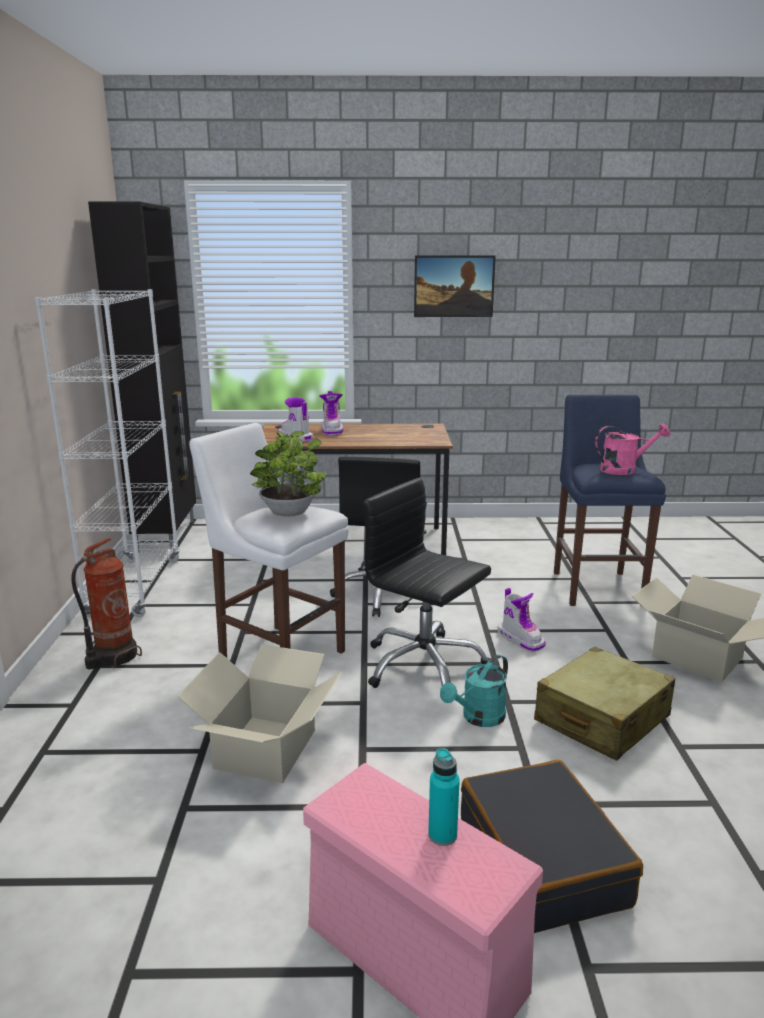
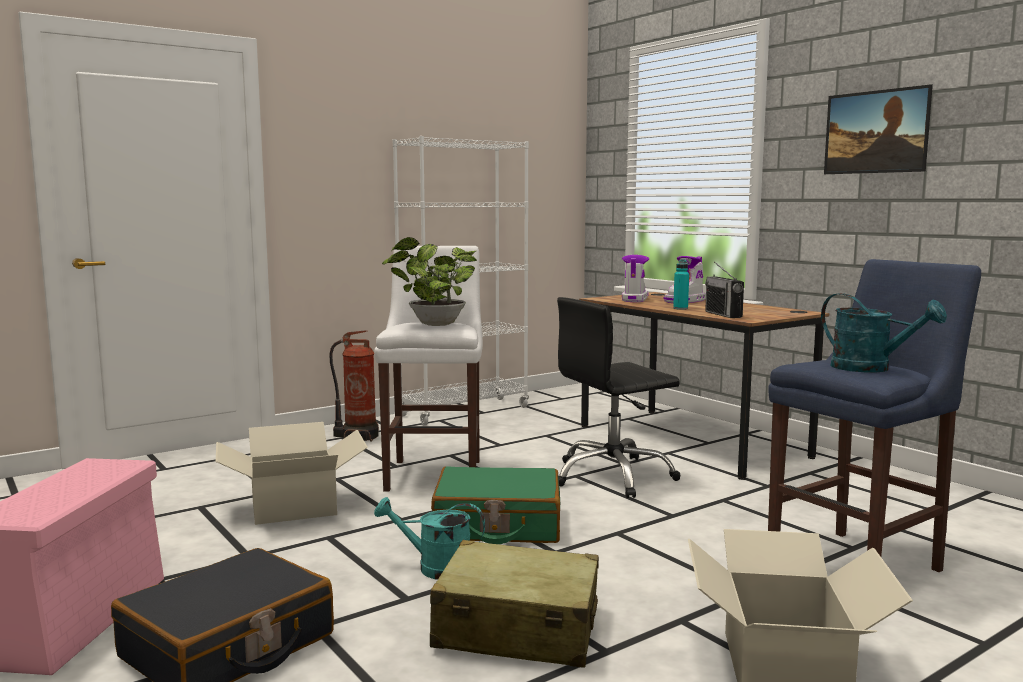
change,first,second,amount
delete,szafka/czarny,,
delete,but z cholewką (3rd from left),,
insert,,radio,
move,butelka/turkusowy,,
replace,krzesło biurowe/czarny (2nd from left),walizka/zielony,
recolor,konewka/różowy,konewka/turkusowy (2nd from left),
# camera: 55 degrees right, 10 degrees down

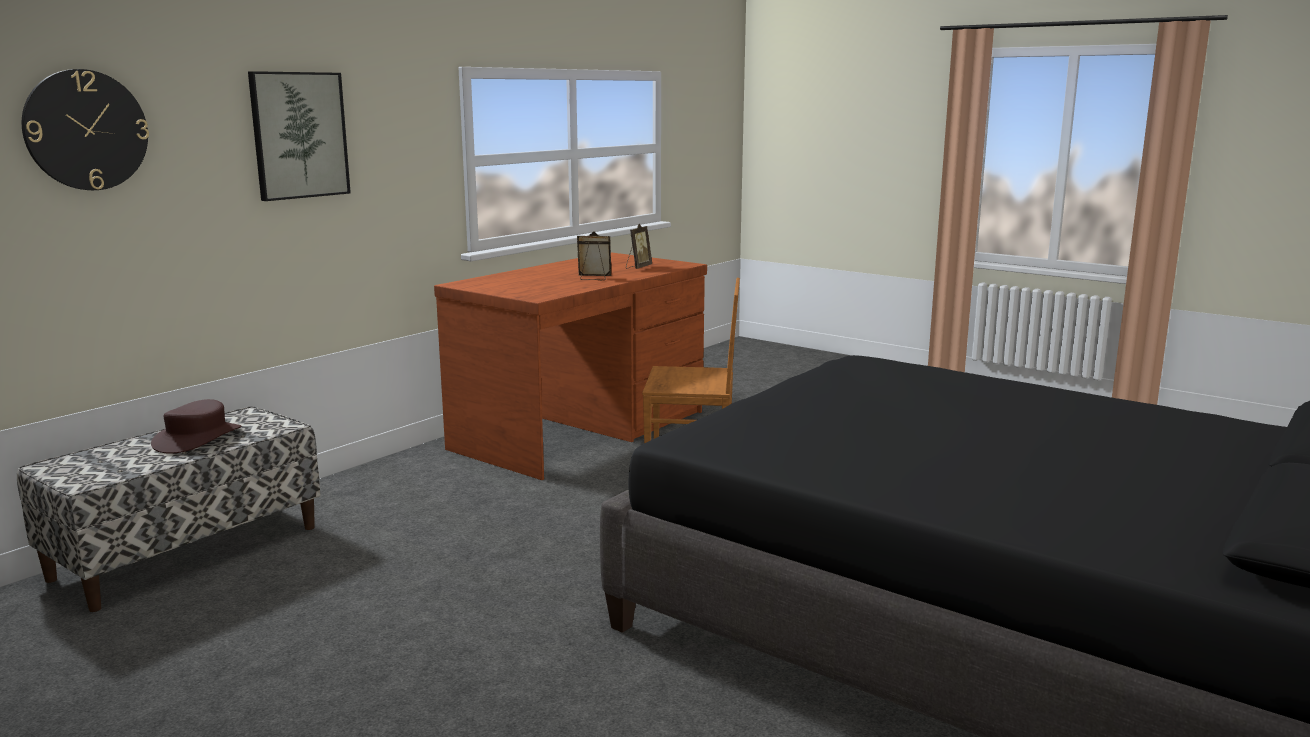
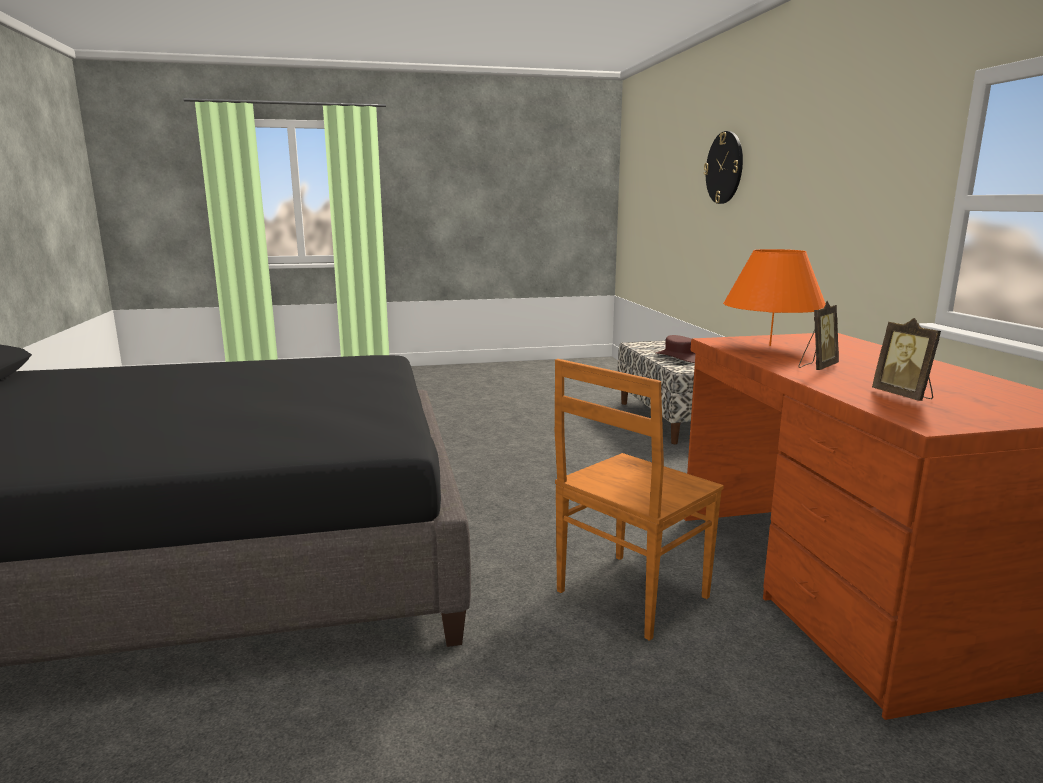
change,first,second,amount
delete,obraz,,
insert,,lampa stołowa/pomarańczowy,
# camera: 130 degrees right, 0 degrees up

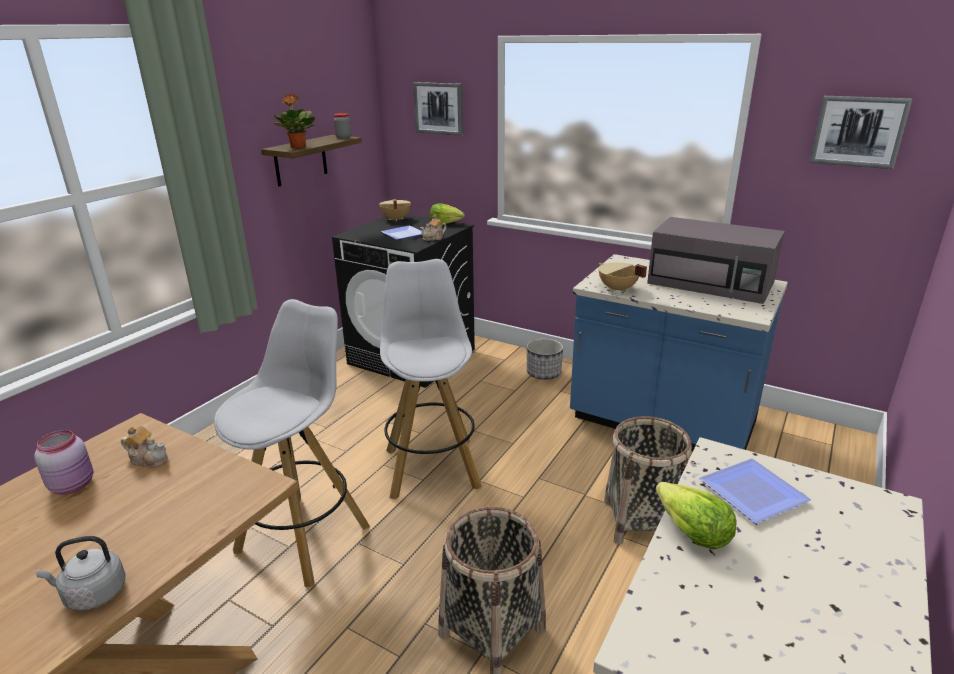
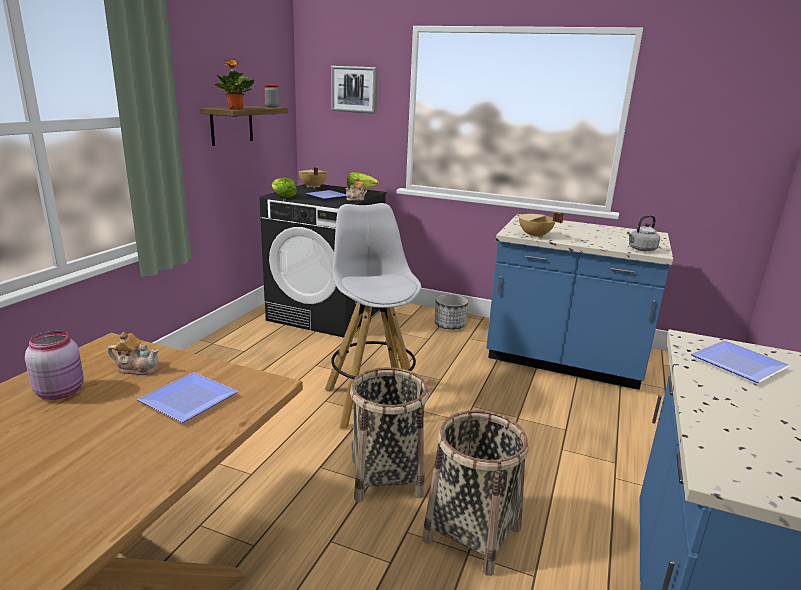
change,first,second,amount
delete,stołek/biały (1st from left),,
delete,mikrofalówka/szary,,
delete,obraz (2nd from left),,
insert,,talerz (1st from left),
move,czajnik/szary,,
move,koszyk (2nd from left in the first image),koszyk (1st from left),
move,sałata (2nd from left in the first image),sałata (1st from left),
# camera: 10 degrees left, 5 degrees down

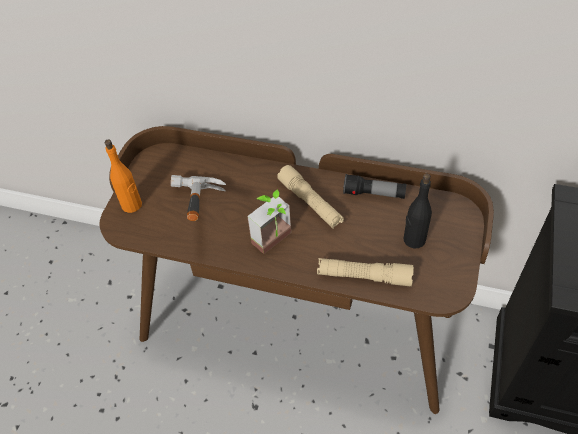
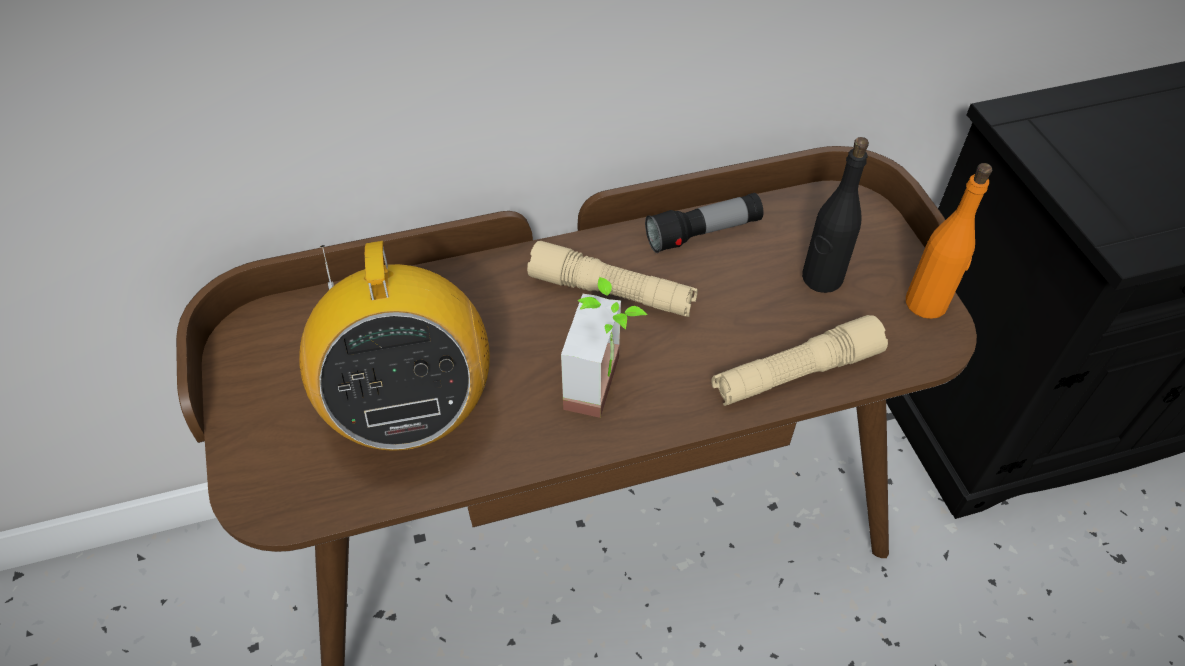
change,first,second,amount
move,butelka/pomarańczowy,,
replace,młotek,radio,
# camera: 35 degrees left, 0 degrees up

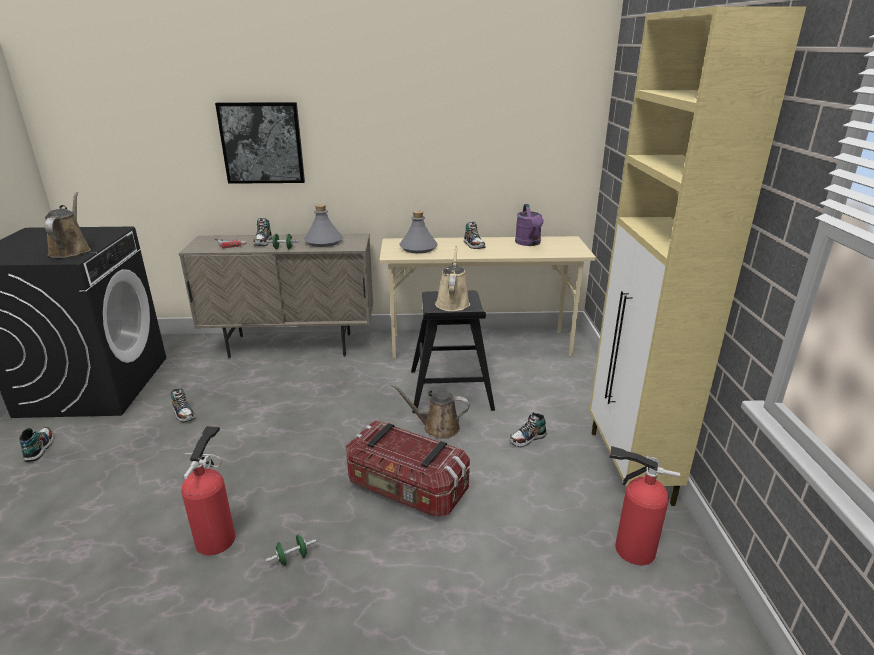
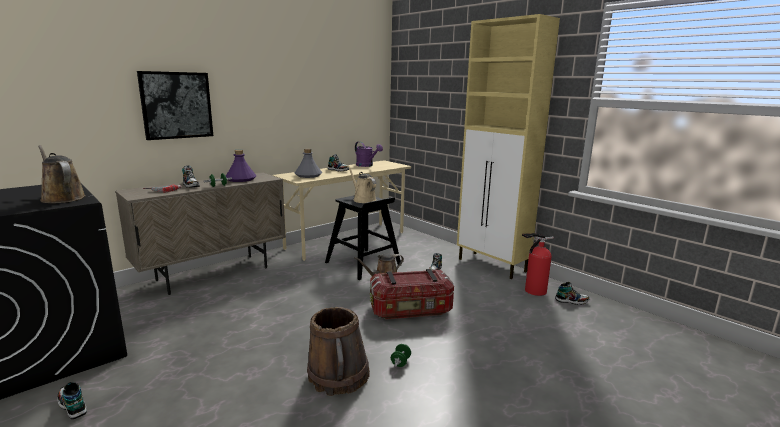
change,first,second,amount
move,but (2nd from left in the first image),but (5th from left),
replace,gaśnica (1st from left),wiadro/brązowy,
recolor,butelka/szary (1st from left),butelka/fioletowy,
# camera: 40 degrees left, 10 degrees down

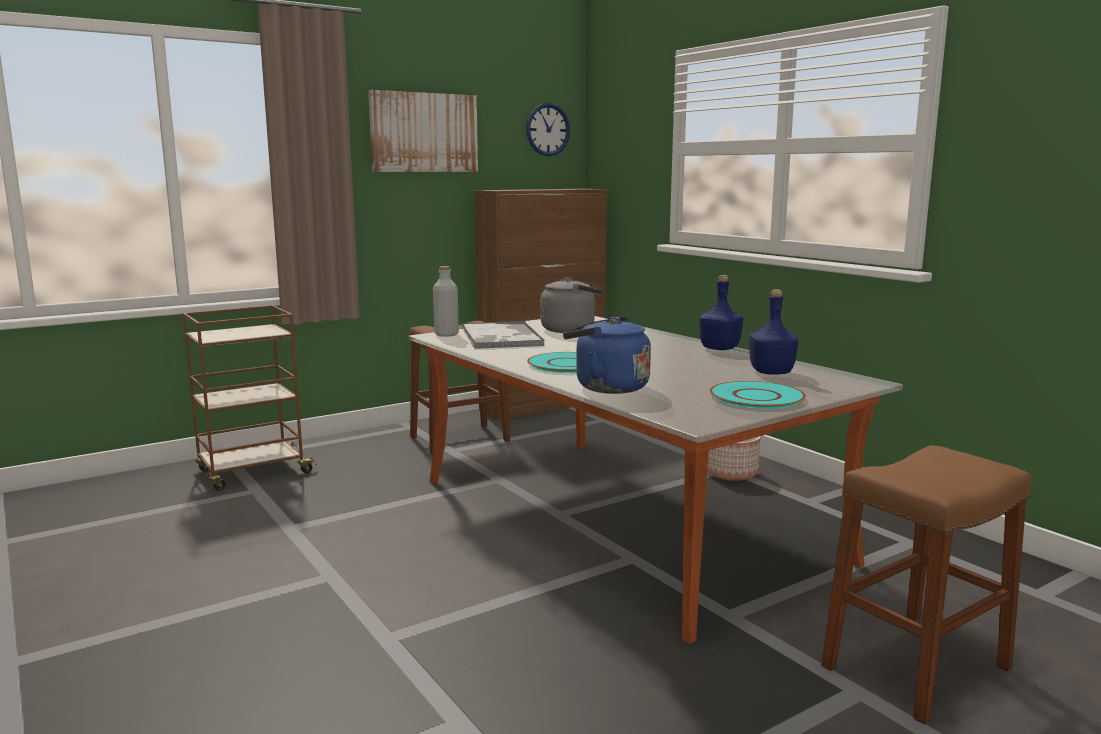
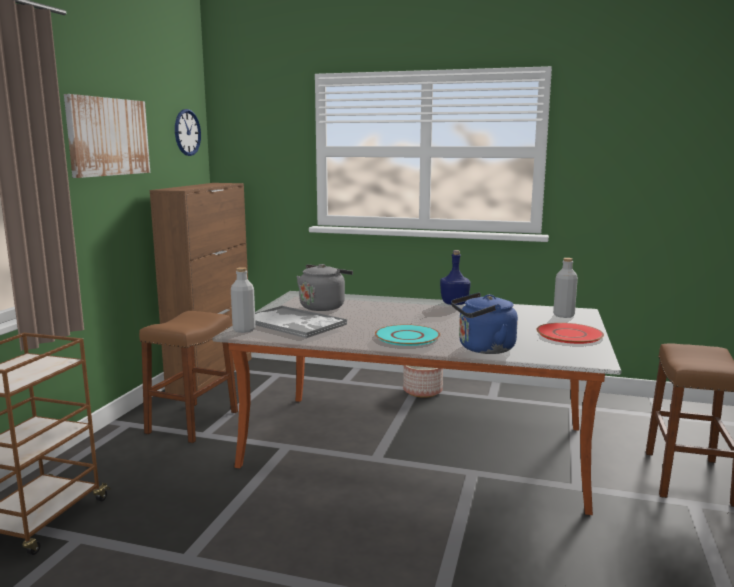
change,first,second,amount
delete,butelka/niebieski (2nd from left),,
insert,,butelka/szary (2nd from left),
recolor,talerz/turkusowy (2nd from left),talerz/czerwony,
# camera: 40 degrees left, 0 degrees up

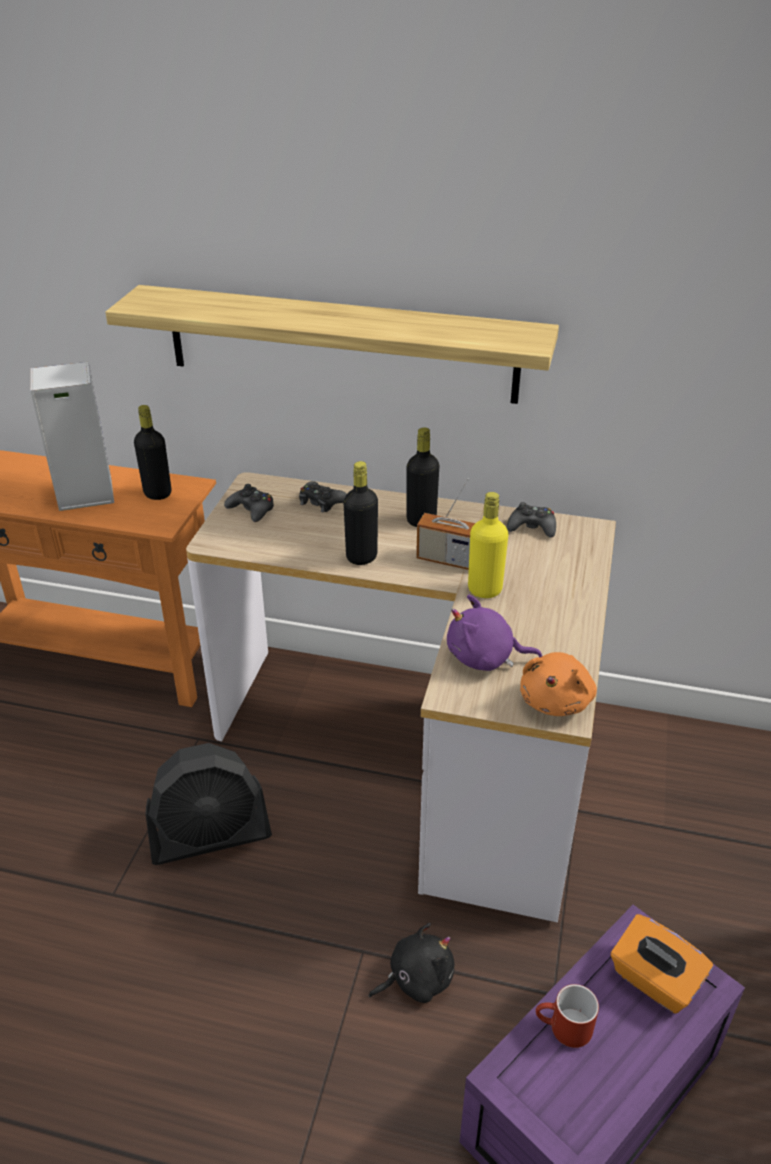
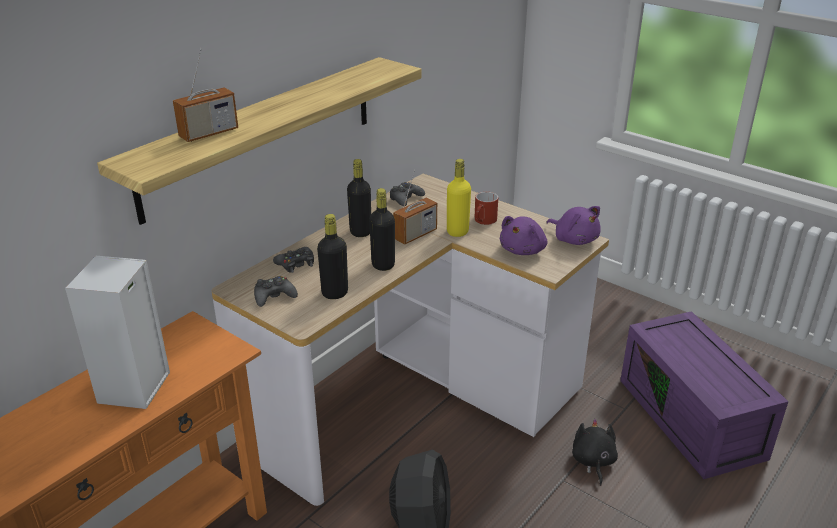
change,first,second,amount
delete,pudełko chusteczek/pomarańczowy,,
insert,,radio (1st from left),
move,butelka/czarny (1st from left),,
move,kubek/czerwony,,
recolor,pluszak/pomarańczowy,pluszak/fioletowy (2nd from left),
# camera: 65 degrees left, 5 degrees down

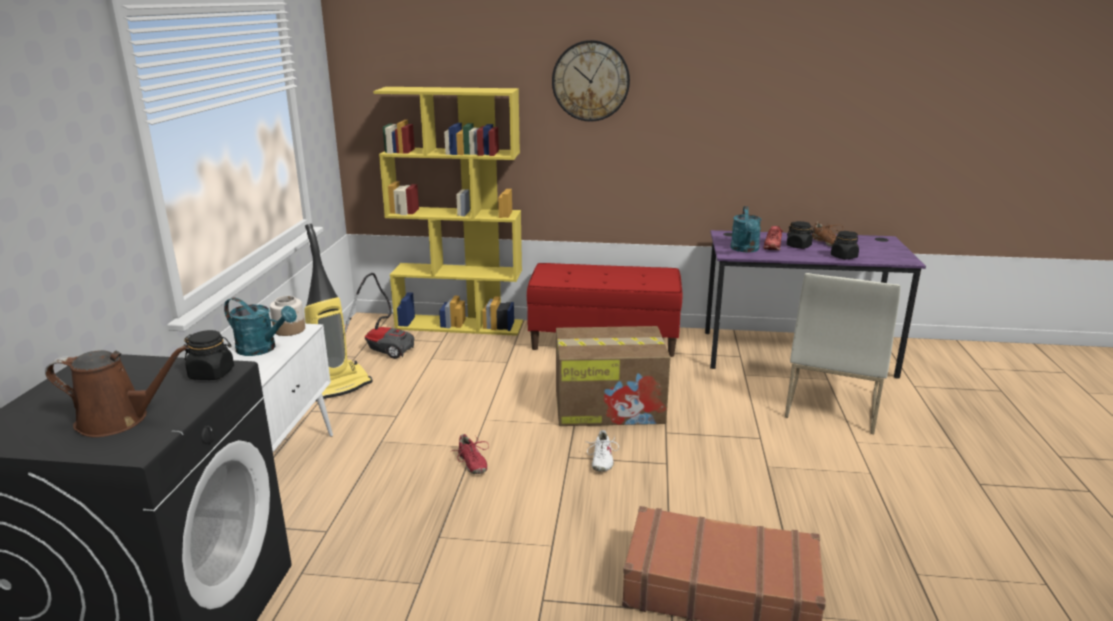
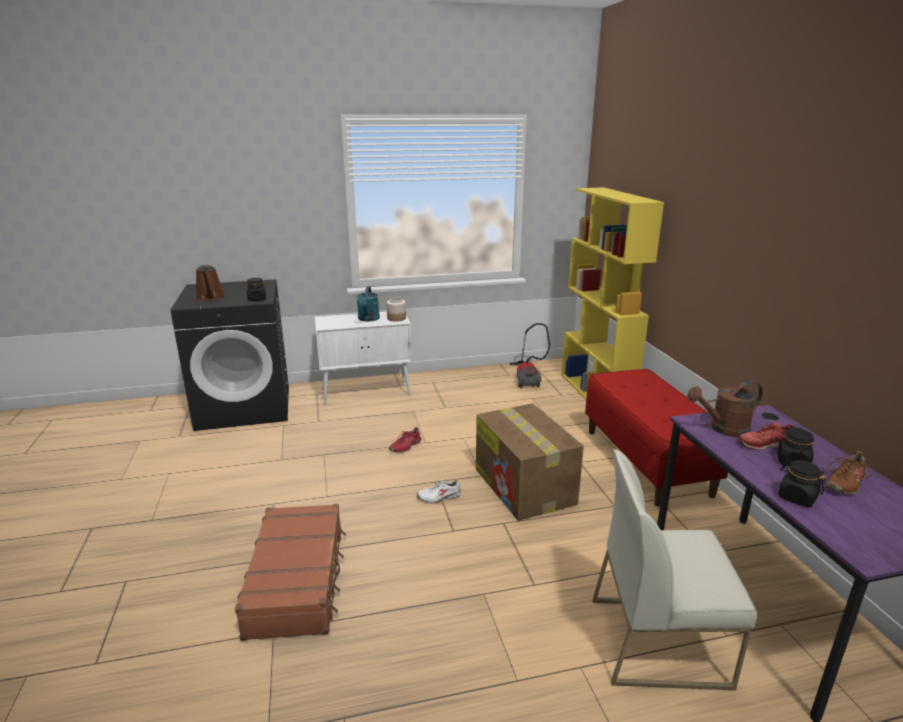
change,first,second,amount
delete,odkurzacz (1st from left),,
delete,zegar ścienny,,
recolor,konewka/turkusowy (2nd from left),konewka/brązowy (2nd from left),
# camera: 70 degrees right, 0 degrees up

